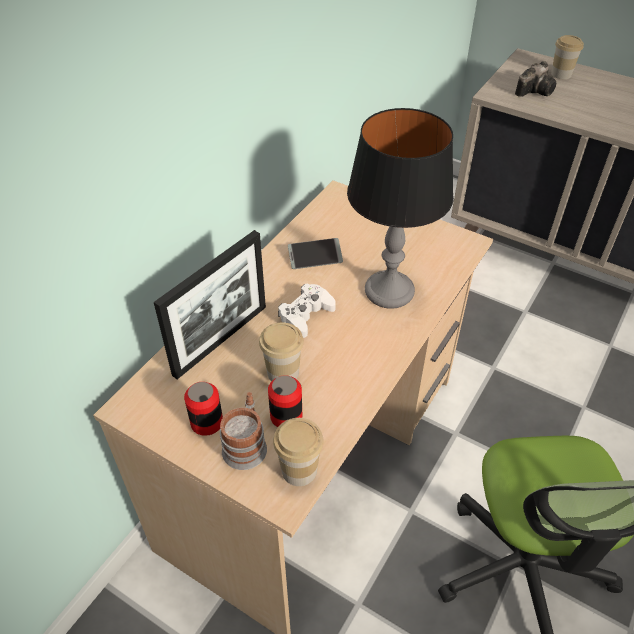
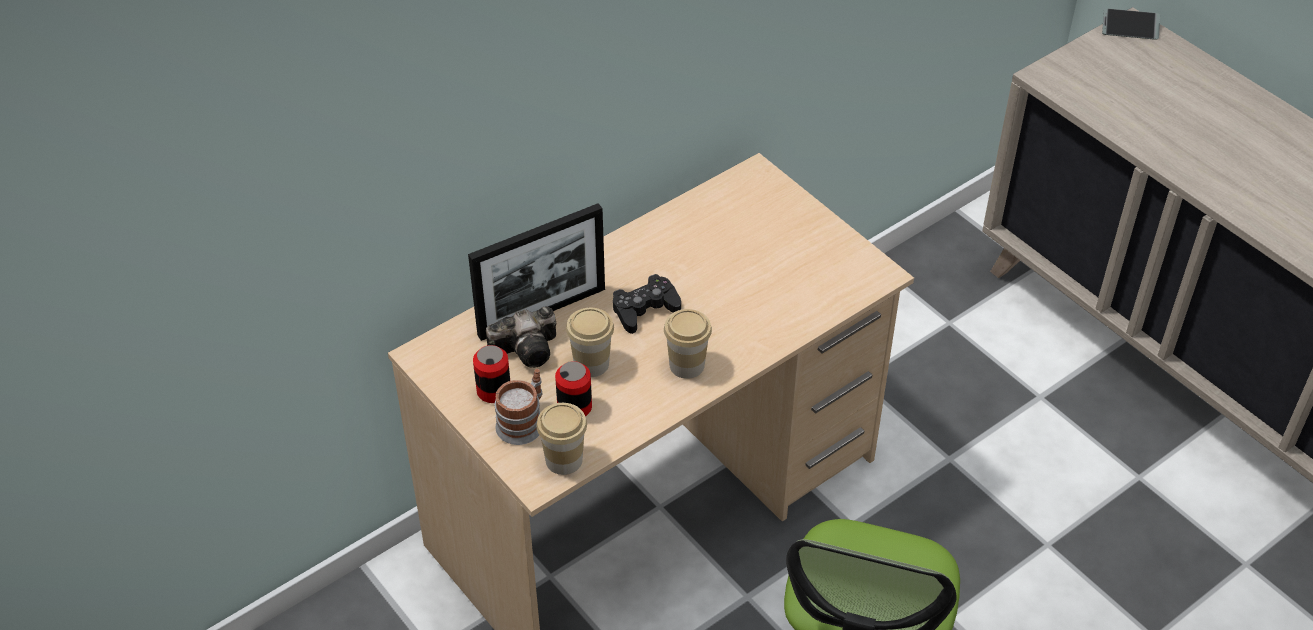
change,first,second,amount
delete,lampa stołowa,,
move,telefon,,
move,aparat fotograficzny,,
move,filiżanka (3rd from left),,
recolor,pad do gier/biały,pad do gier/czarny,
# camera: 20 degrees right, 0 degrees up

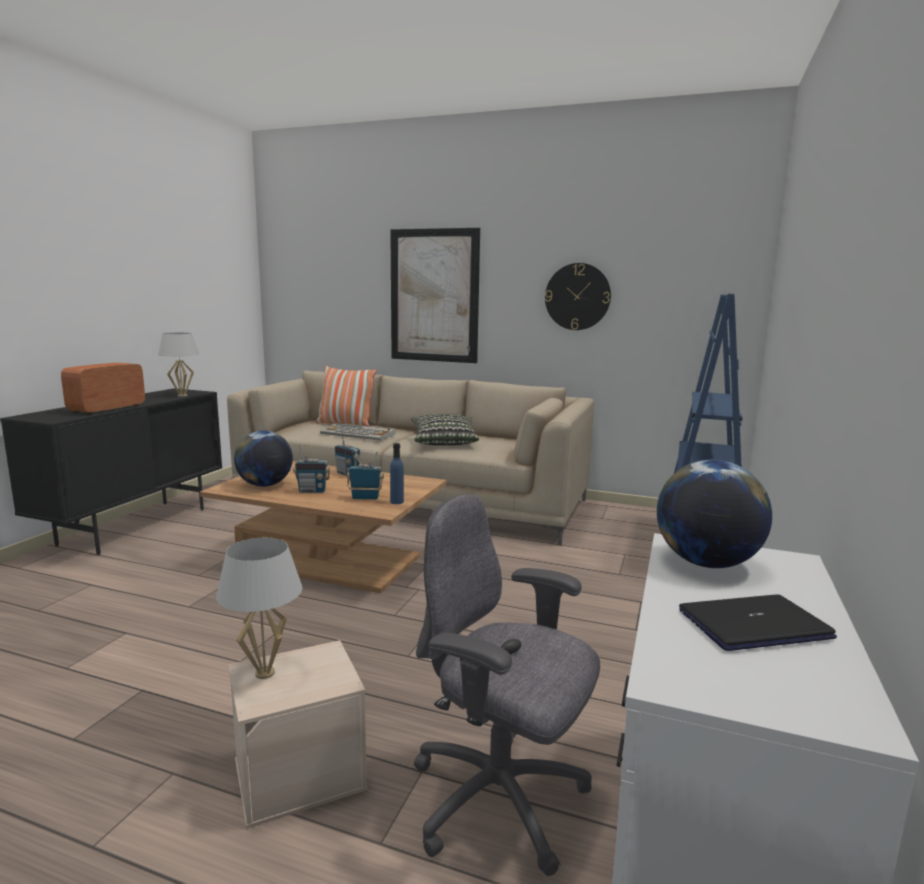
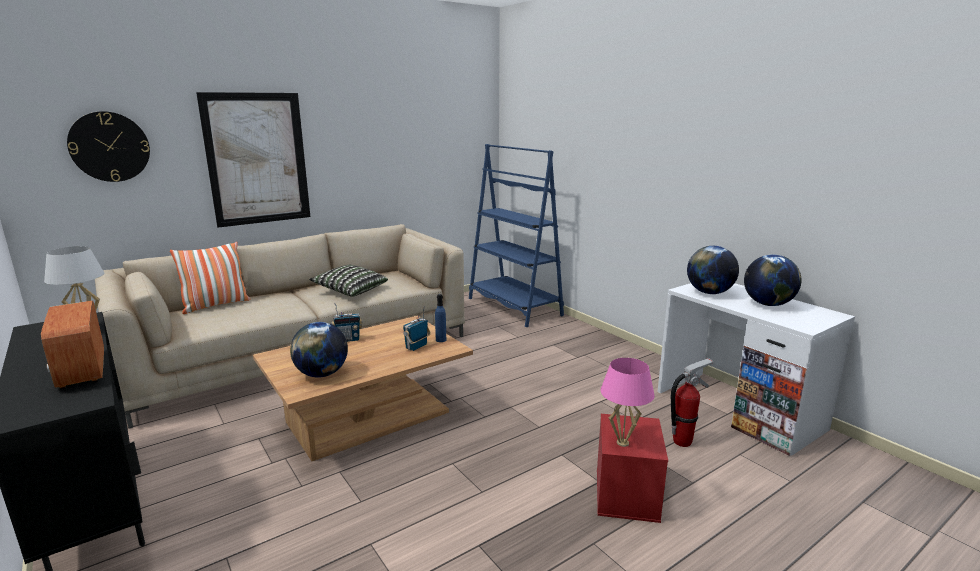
change,first,second,amount
delete,radio (2nd from left),,
delete,klawiatura,,
move,zegar ścienny,,
replace,krzesło biurowe/szary,gaśnica,
replace,laptop,globus (3rd from left),
recolor,lampa stołowa/biały (2nd from left),lampa stołowa/różowy,
recolor,pojemnik do przechowywania/beżowy,pojemnik do przechowywania/czerwony,
# camera: 55 degrees left, 5 degrees up

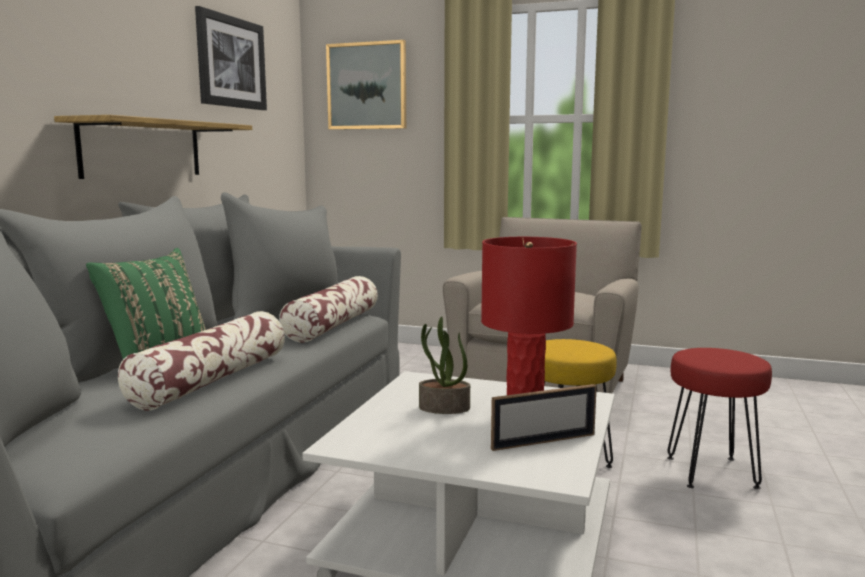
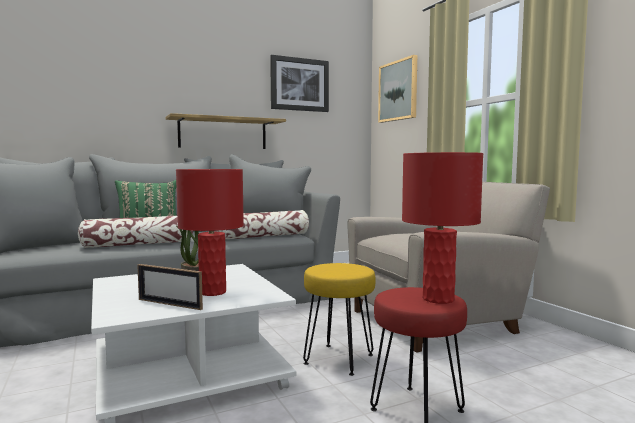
change,first,second,amount
insert,,lampa stołowa/czerwony (2nd from left),
# camera: 45 degrees right, 5 degrees down

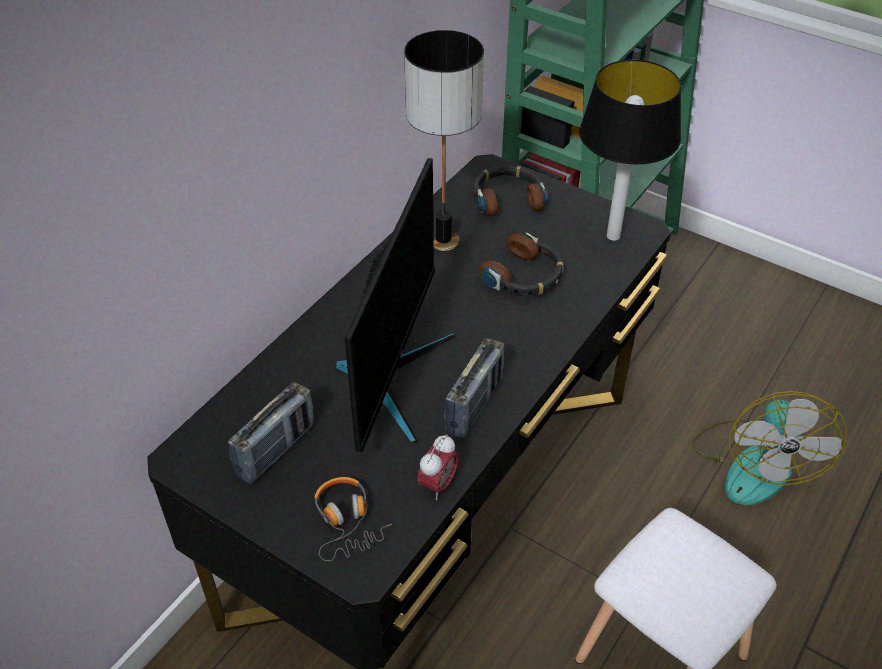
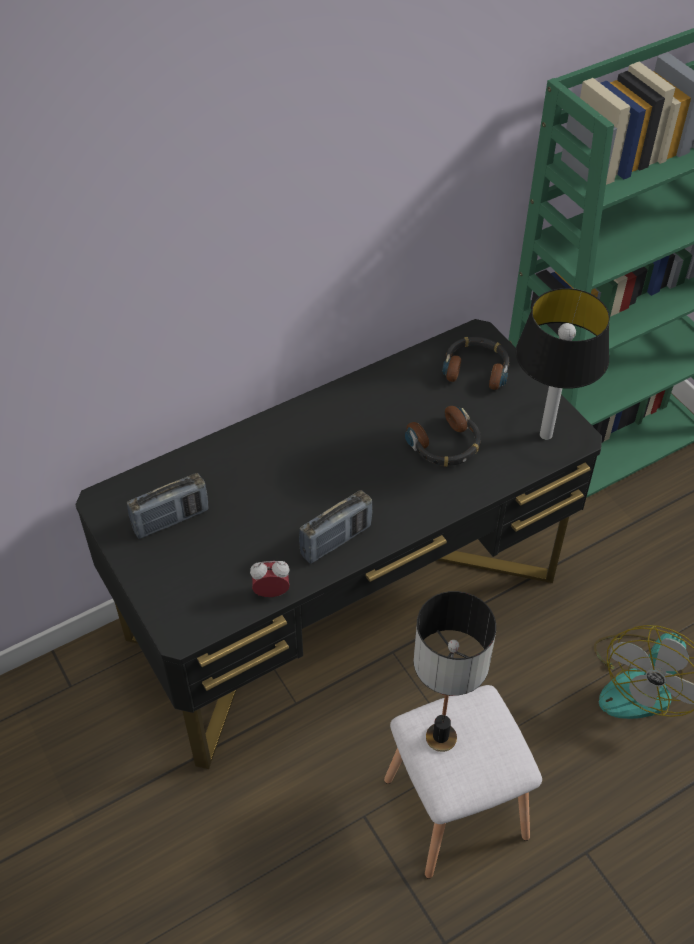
change,first,second,amount
delete,słuchawki (1st from left),,
delete,monitor,,
move,lampa stołowa (1st from left),,
rotate,budzik,,150 degrees counterclockwise
# camera: 25 degrees right, 5 degrees up

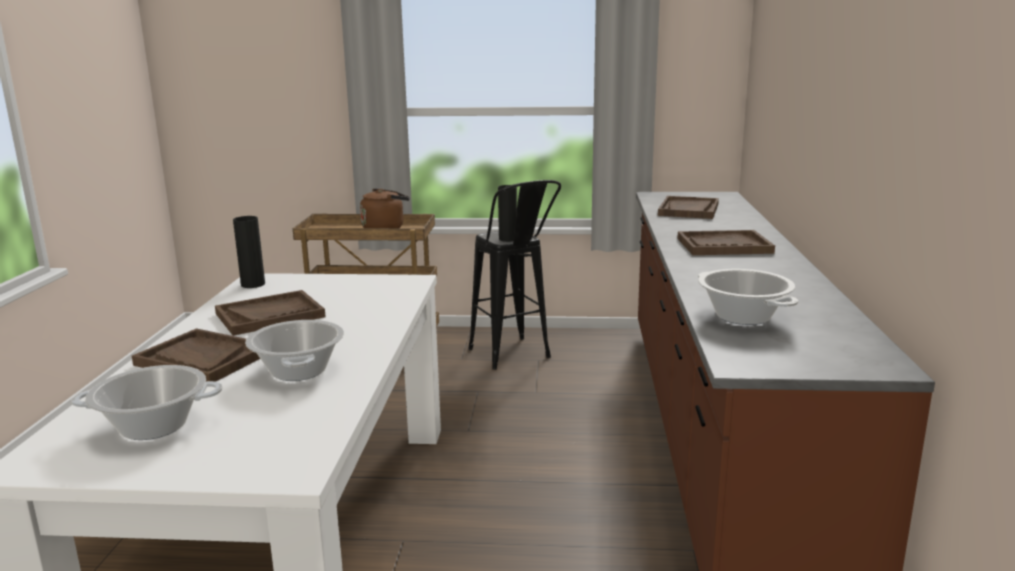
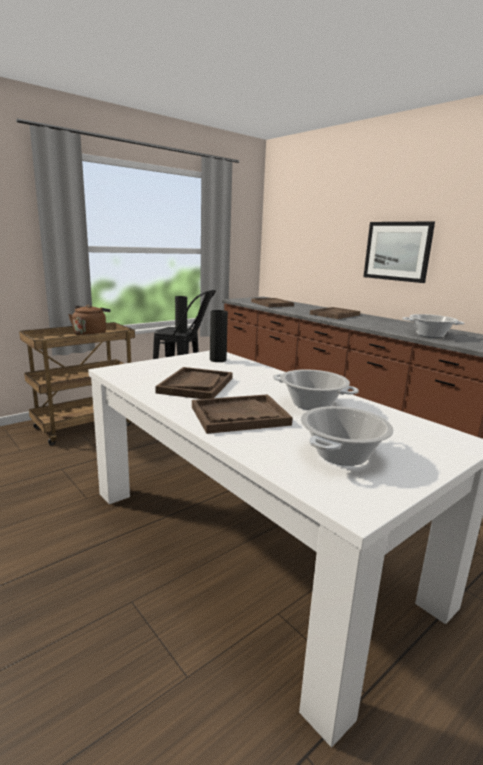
change,first,second,amount
insert,,obraz,
move,wazon/czarny (1st from left in the first image),wazon/czarny (2nd from left),
# camera: 45 degrees left, 0 degrees up

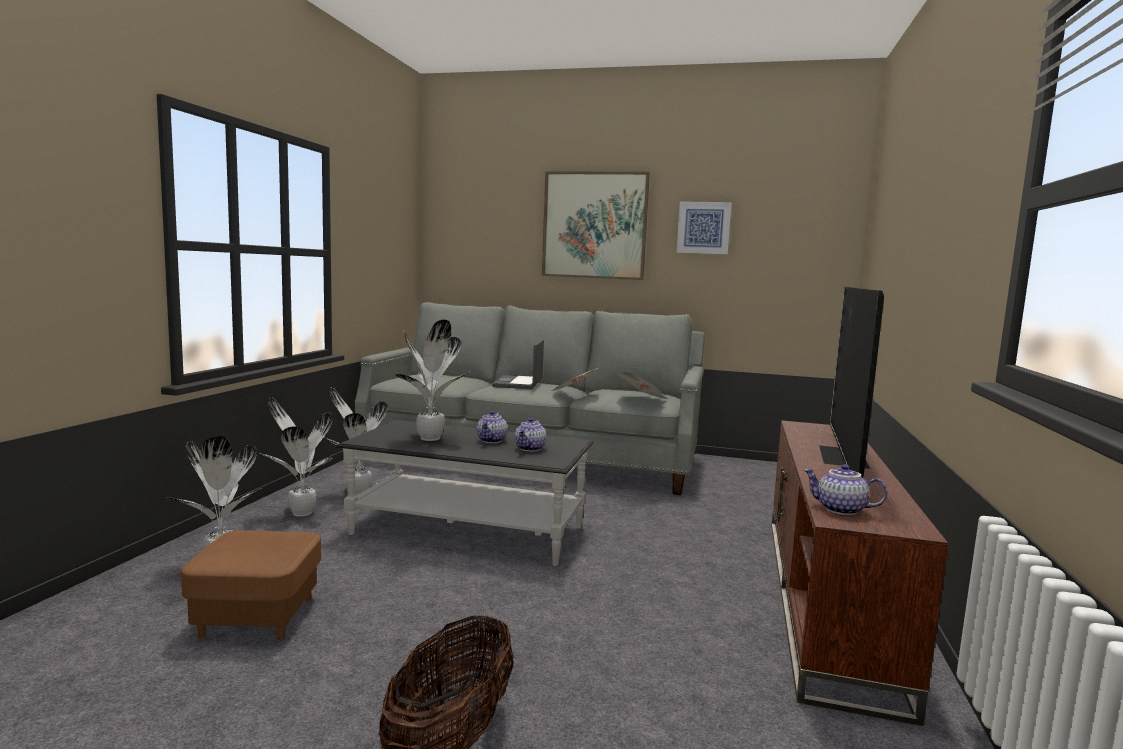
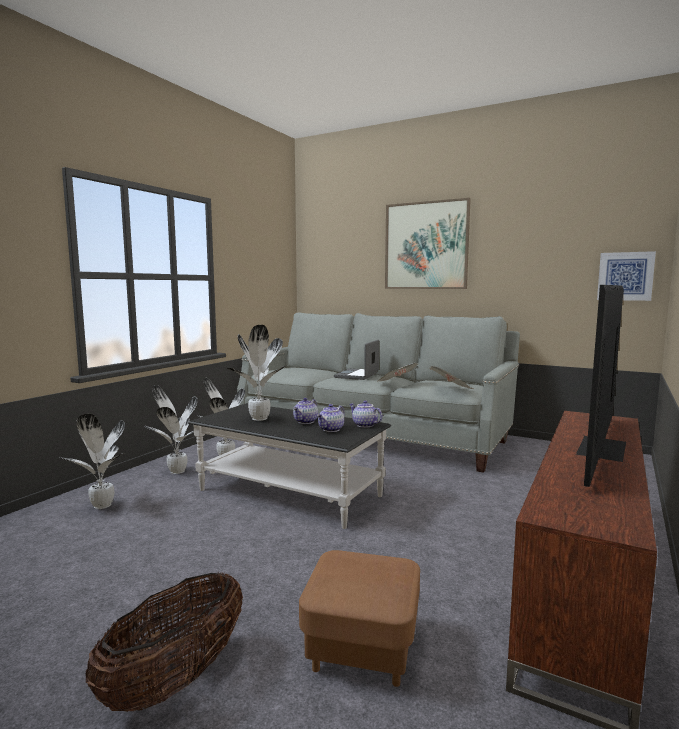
change,first,second,amount
move,pufa/brązowy,,
move,obraz (2nd from left),,
move,imbryk (3rd from left),,
# camera: 15 degrees right, 0 degrees up

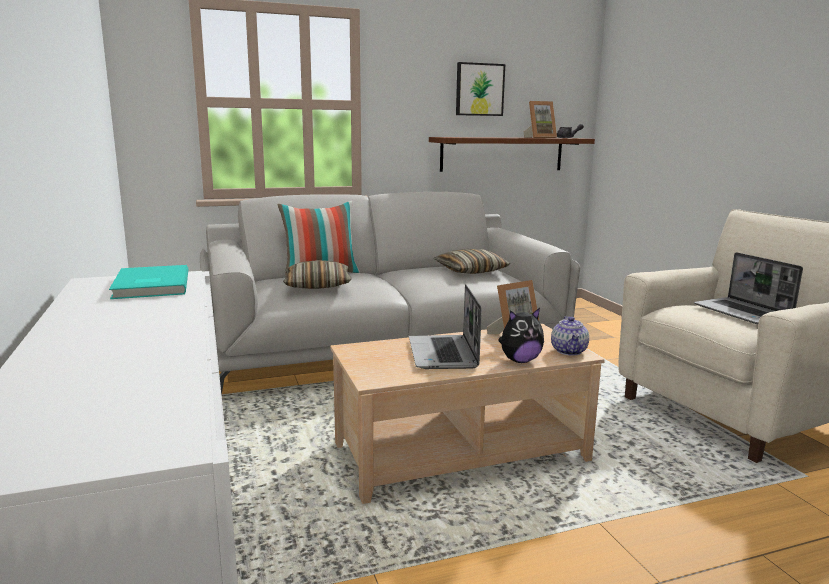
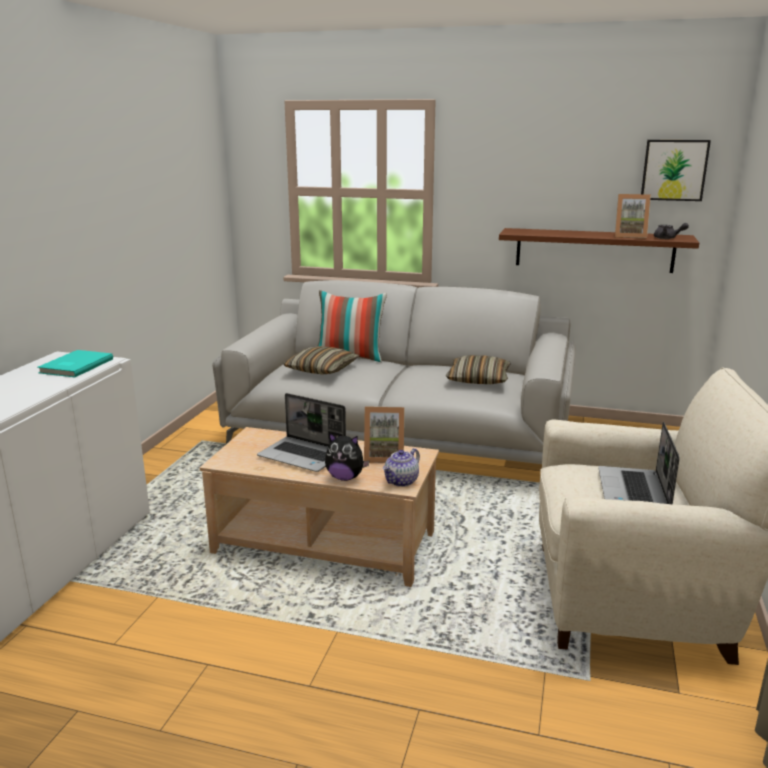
change,first,second,amount
move,obraz,,
rotate,laptop (1st from left),,90 degrees counterclockwise
# camera: 35 degrees right, 5 degrees up

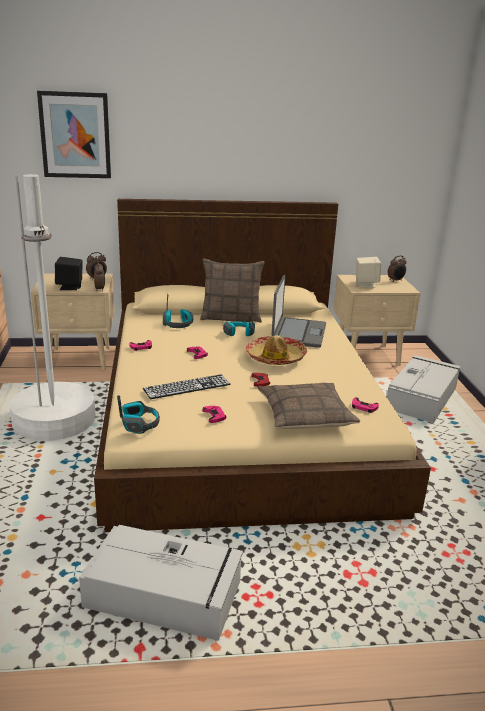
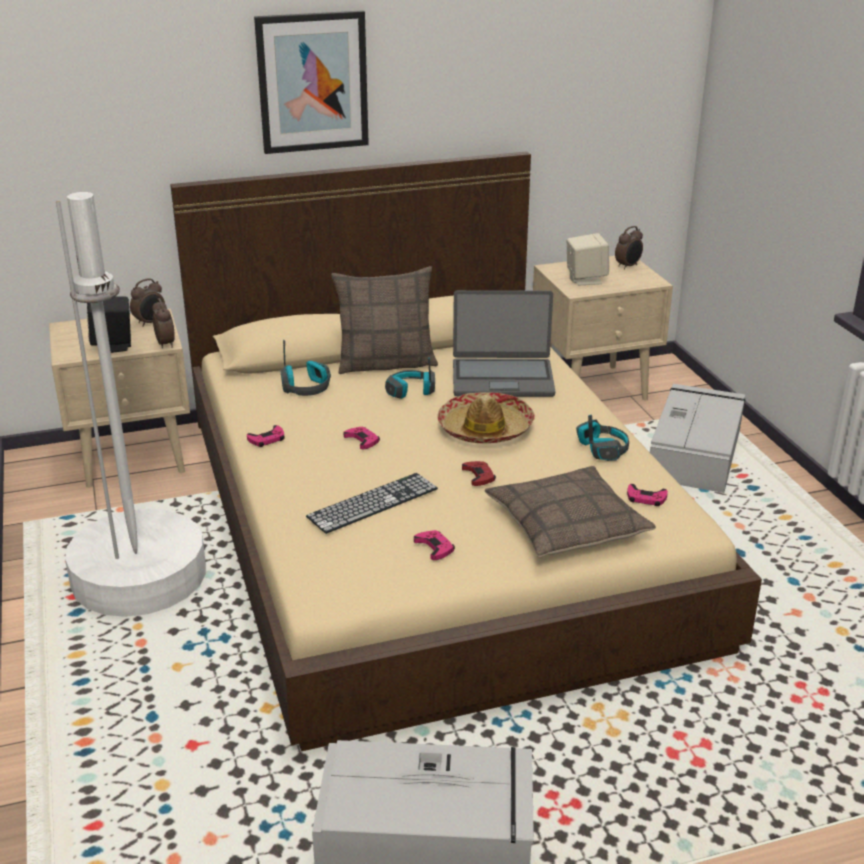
change,first,second,amount
move,obraz,,
move,słuchawki (1st from left in the first image),słuchawki (3rd from left),
rotate,laptop,,90 degrees clockwise
# camera: 10 degrees left, 5 degrees up

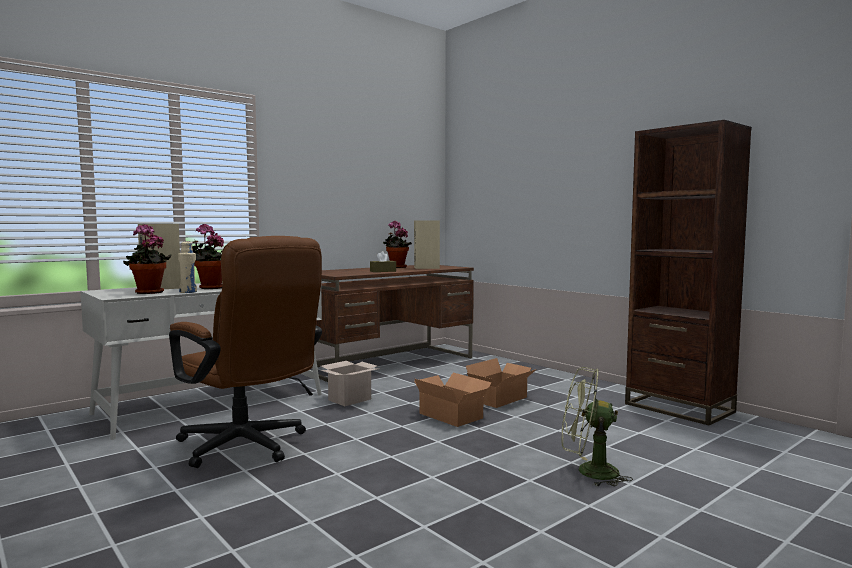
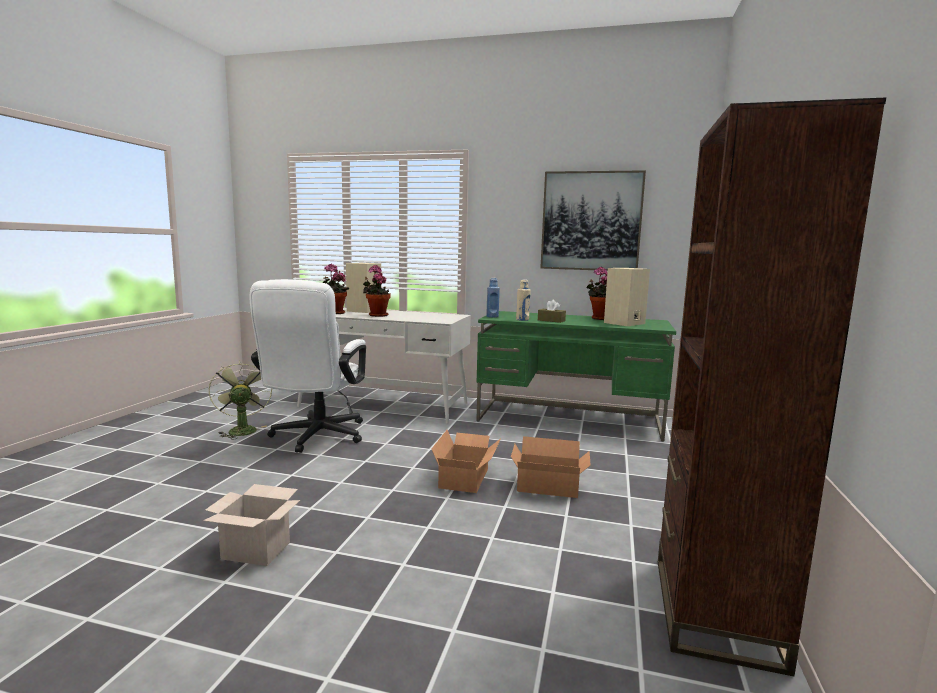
change,first,second,amount
insert,,butelka/niebieski,
insert,,obraz,
move,butelka/beżowy,,
move,karton (1st from left),,
move,wentylator/zielony,,
recolor,krzesło biurowe/brązowy,krzesło biurowe/biały,
recolor,biurko/brązowy,biurko/zielony,
# camera: 55 degrees right, 5 degrees up

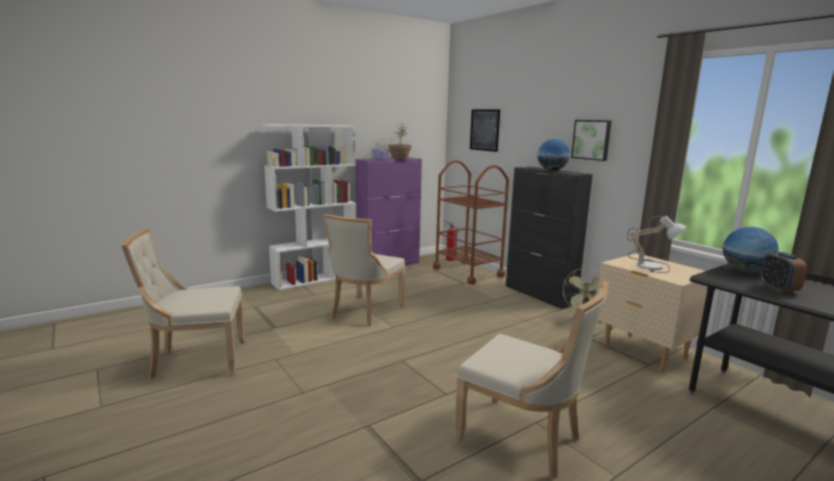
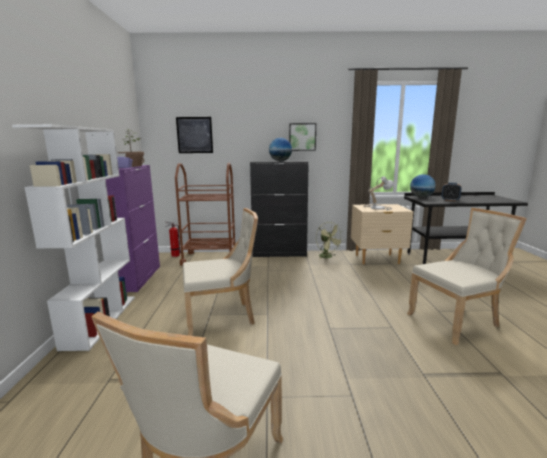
change,first,second,amount
rotate,krzesło/beżowy (2nd from left),,75 degrees counterclockwise
# camera: 55 degrees left, 0 degrees up

